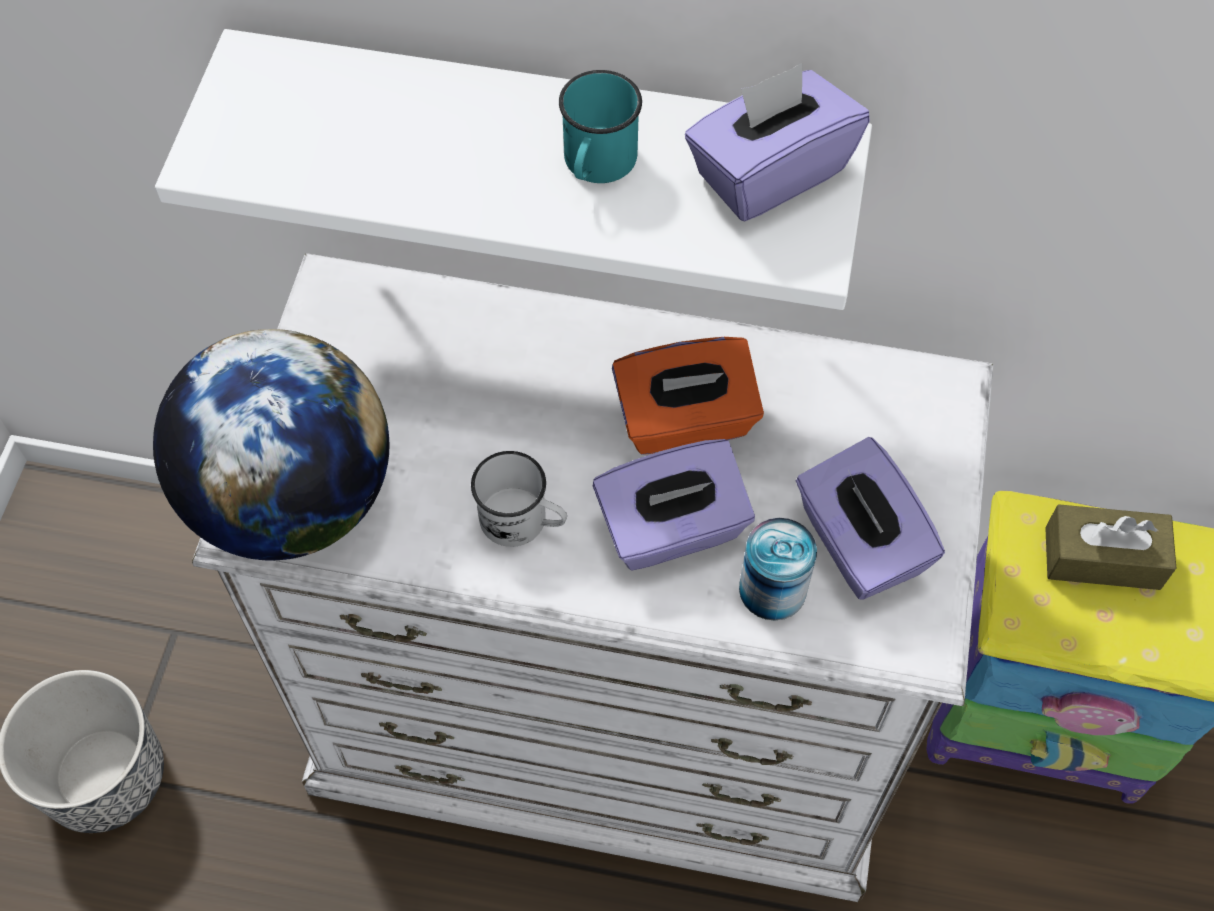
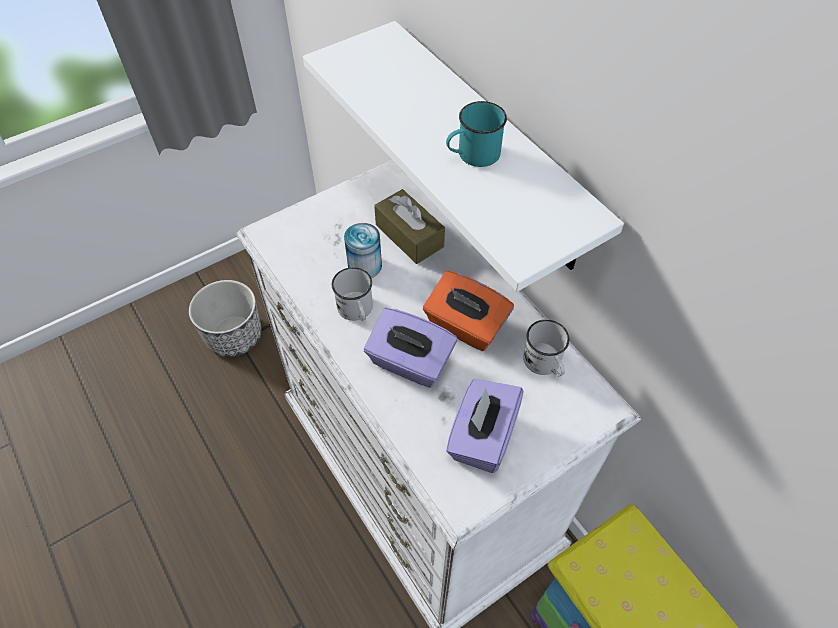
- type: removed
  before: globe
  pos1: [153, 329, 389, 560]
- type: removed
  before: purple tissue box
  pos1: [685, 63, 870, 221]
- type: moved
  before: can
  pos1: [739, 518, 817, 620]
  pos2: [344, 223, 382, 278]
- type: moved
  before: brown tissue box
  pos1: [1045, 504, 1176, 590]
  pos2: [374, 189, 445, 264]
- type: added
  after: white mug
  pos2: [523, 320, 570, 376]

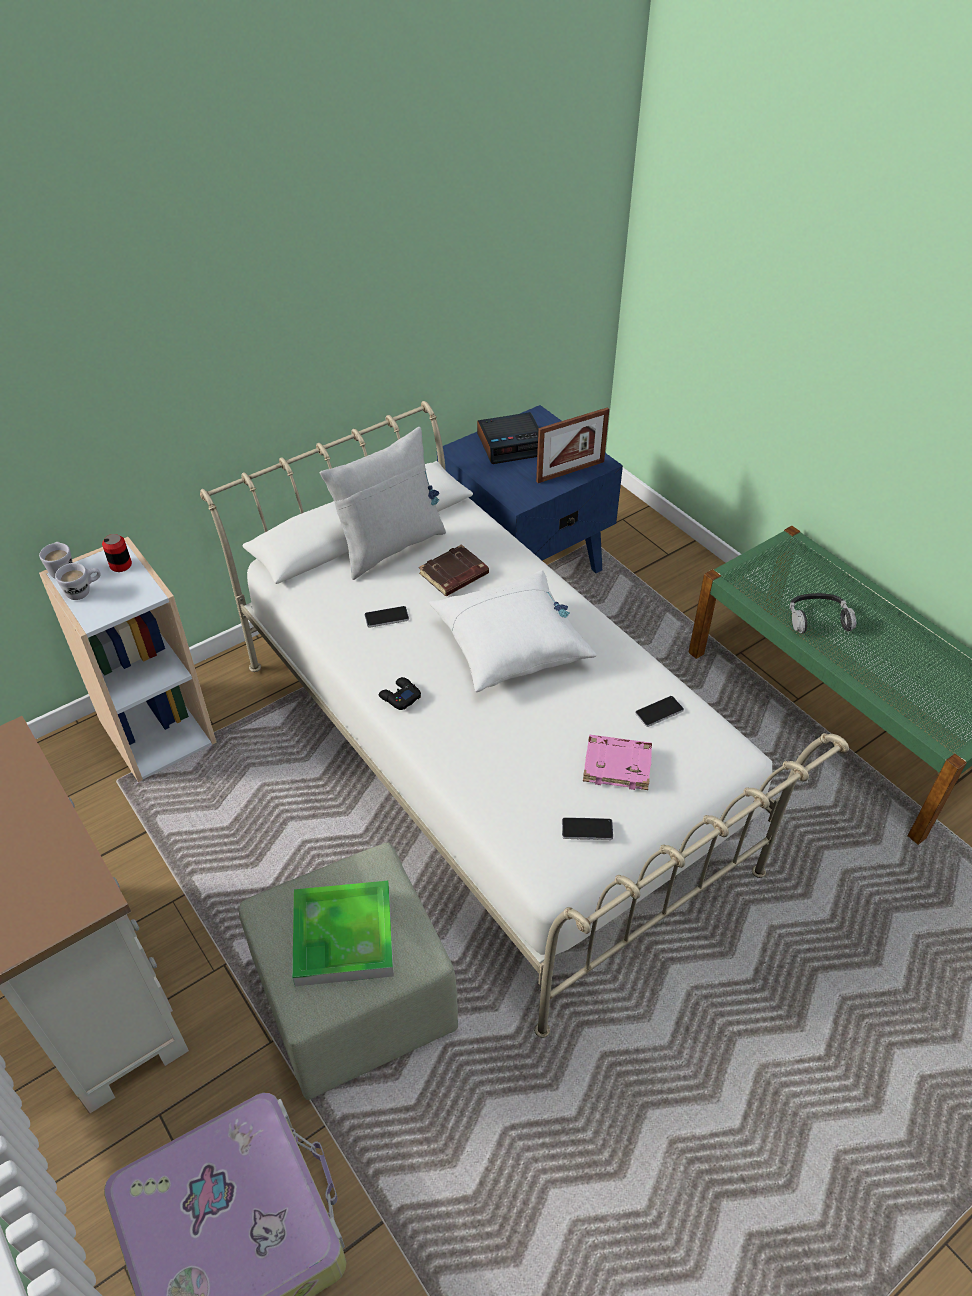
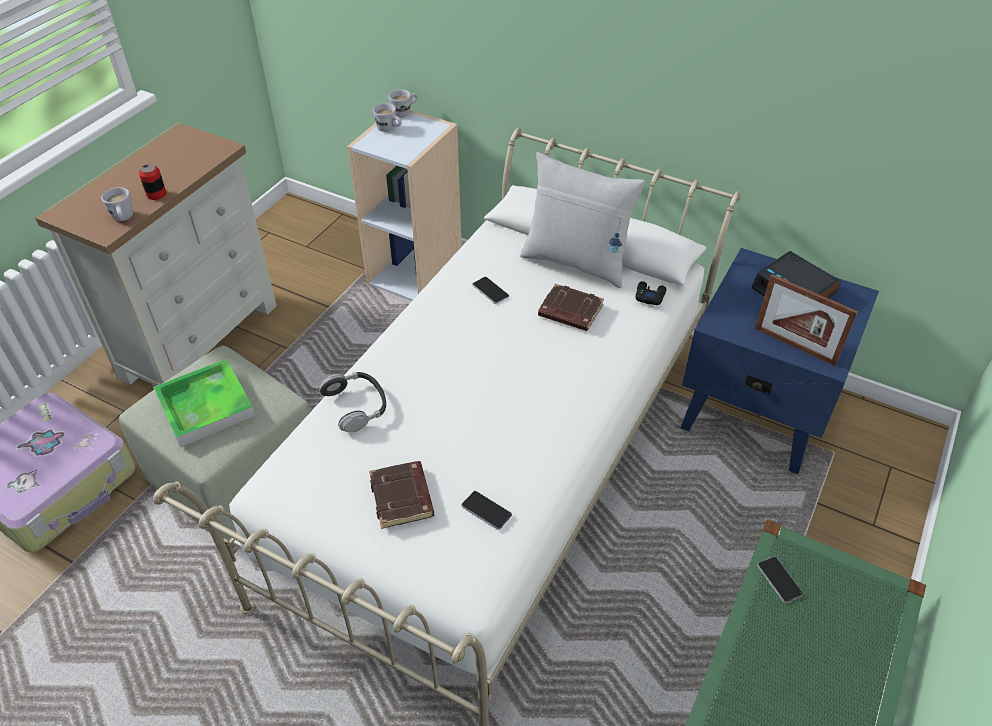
- type: moved
  before: can
  pos1: [102, 534, 132, 572]
  pos2: [139, 164, 166, 200]
- type: moved
  before: black game controller
  pos1: [379, 677, 421, 710]
  pos2: [636, 281, 666, 305]
- type: removed
  before: white pillow
  pos1: [429, 570, 597, 692]
- type: moved
  before: phone
  pos1: [562, 817, 613, 840]
  pos2: [757, 557, 803, 603]
- type: recoloured
  before: pink book
  after: brown book
  pos1: [583, 735, 652, 790]
  pos2: [369, 461, 434, 529]
- type: moved
  before: headphones
  pos1: [790, 593, 856, 633]
  pos2: [319, 372, 387, 432]
- type: added
  after: white mug
  pos2: [101, 187, 133, 221]

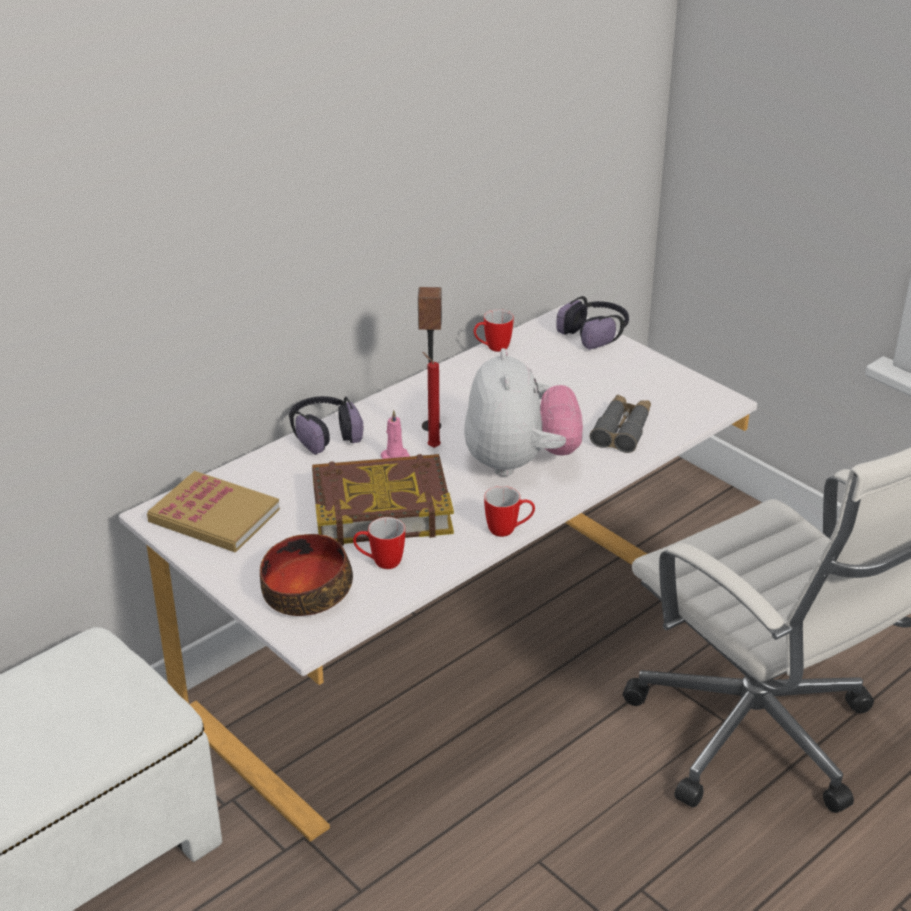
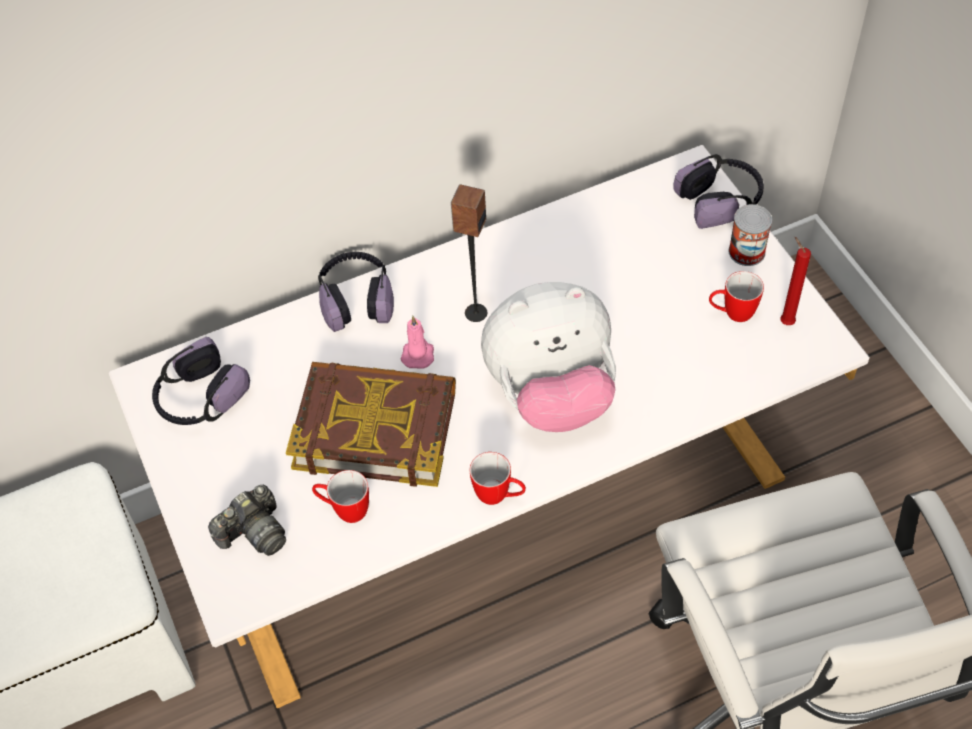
- type: replaced
  before: book
  after: headphones
  pos1: [147, 471, 280, 553]
  pos2: [152, 337, 250, 425]
- type: replaced
  before: bowl
  after: photo camera
  pos1: [260, 534, 353, 616]
  pos2: [208, 485, 286, 556]
- type: moved
  before: red candle
  pos1: [422, 352, 441, 448]
  pos2: [780, 237, 811, 325]
- type: turned
  before: plush toy
  pos1: [464, 348, 583, 476]
  pos2: [481, 282, 616, 432]
  turn: 60
- type: moved
  before: mug
  pos1: [474, 309, 514, 352]
  pos2: [709, 271, 764, 322]
- type: removed
  before: grey binoculars
  pos1: [590, 394, 651, 453]
- type: added
  after: can
  pos2: [729, 204, 772, 266]

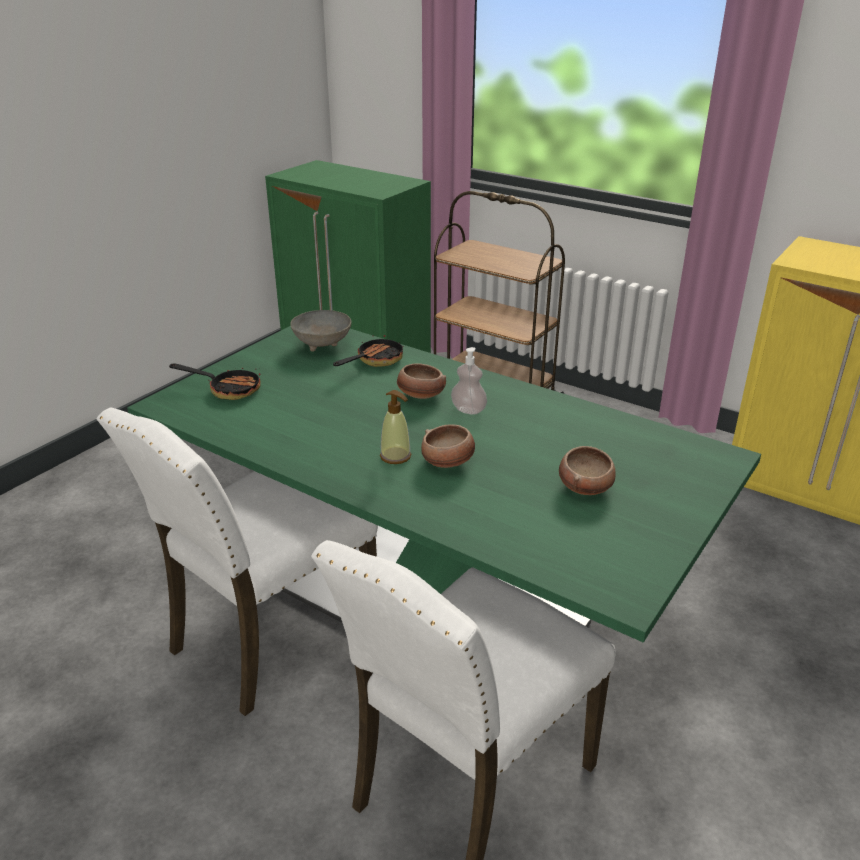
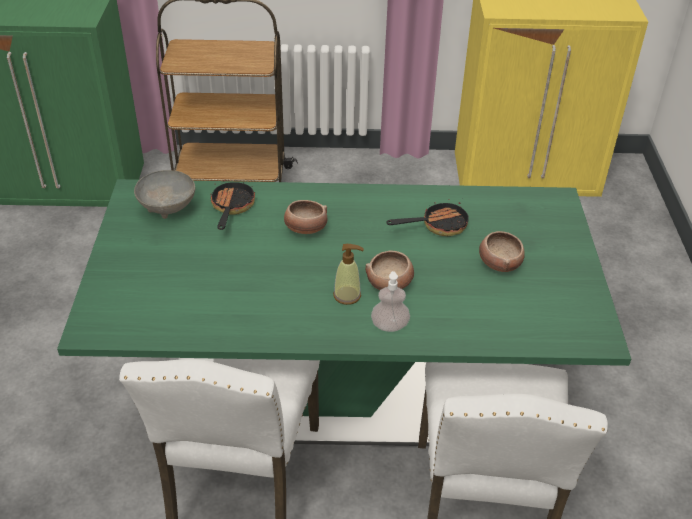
- type: moved
  before: frying pan
  pos1: [169, 363, 261, 400]
  pos2: [386, 199, 469, 236]
- type: moved
  before: soap dispenser
  pos1: [451, 347, 487, 415]
  pos2: [371, 271, 410, 332]

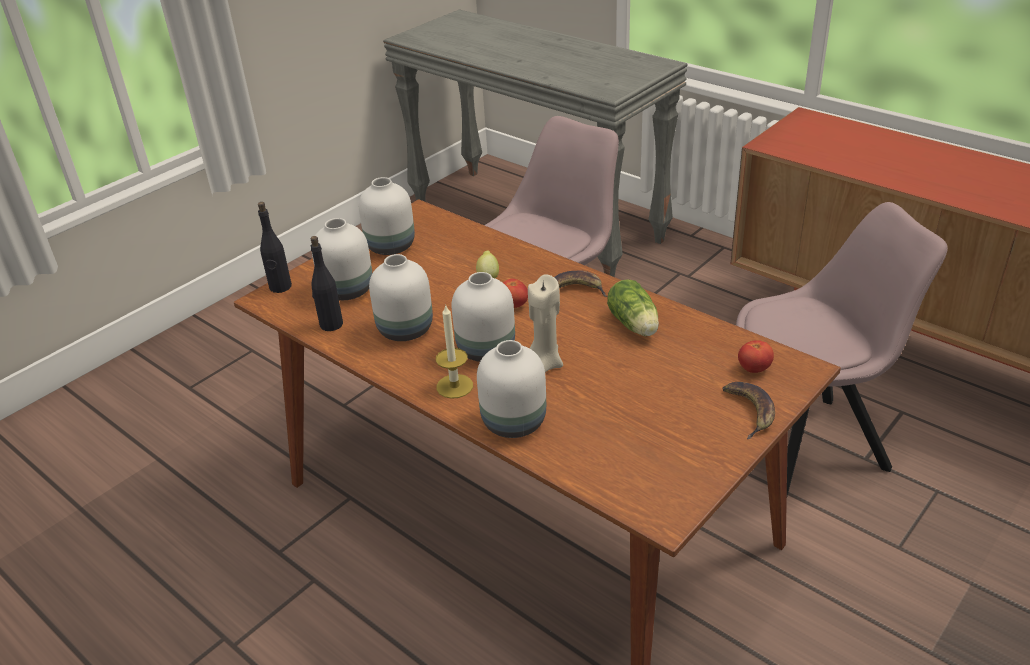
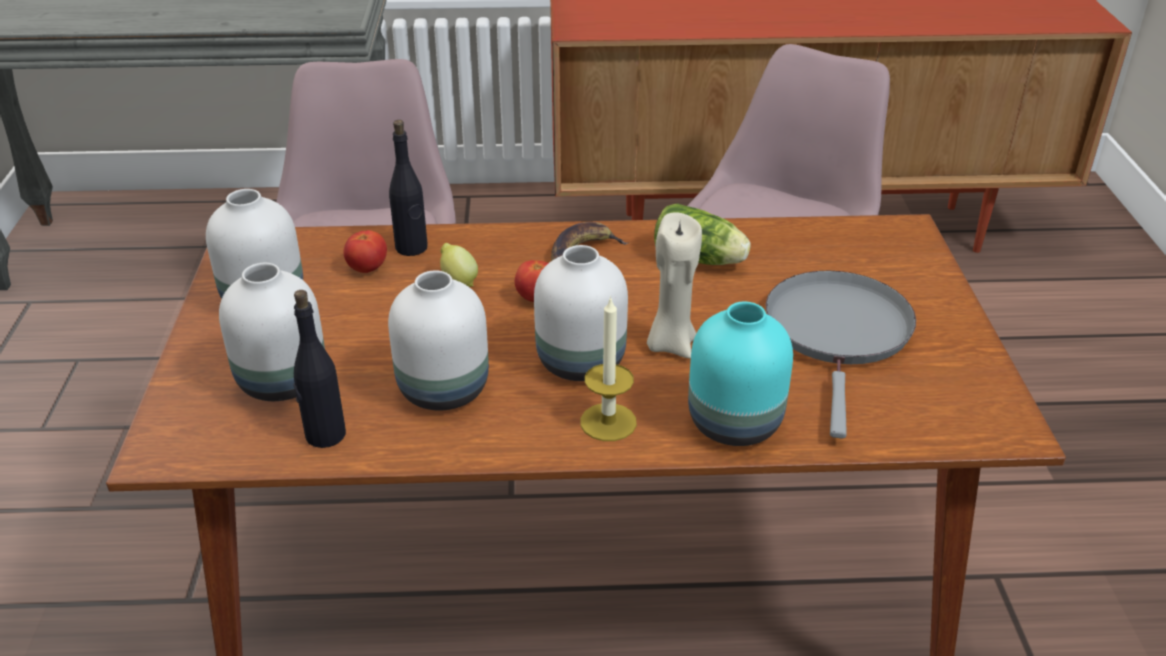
- type: moved
  before: black bottle
  pos1: [258, 202, 292, 293]
  pos2: [389, 120, 428, 256]
- type: recoloured
  before: white vase
  after: turquoise vase
  pos1: [477, 340, 546, 438]
  pos2: [688, 302, 793, 446]
- type: removed
  before: banana
  pos1: [722, 382, 775, 439]
- type: moved
  before: tomato
  pos1: [738, 340, 774, 373]
  pos2: [343, 230, 387, 273]
- type: added
  after: grey frying pan
  pos2: [766, 271, 916, 438]

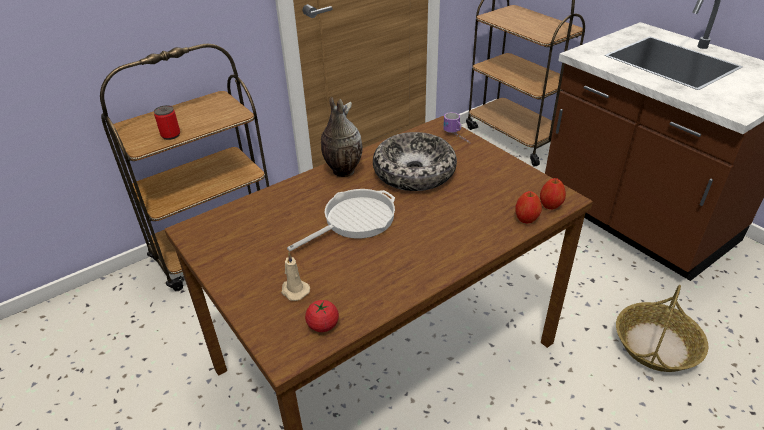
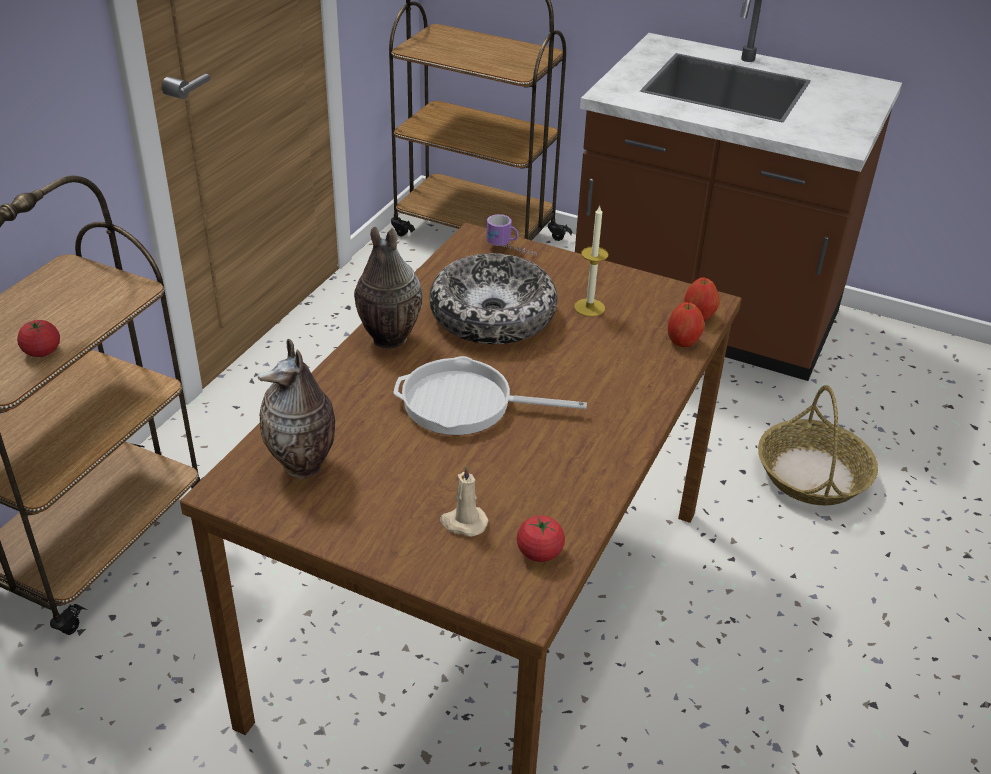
- type: replaced
  before: can
  after: tomato
  pos1: [154, 105, 180, 140]
  pos2: [17, 320, 60, 357]
- type: turned
  before: frying pan
  pos1: [287, 189, 395, 251]
  pos2: [393, 356, 587, 435]
  turn: -105
- type: added
  after: vase
  pos2: [257, 339, 335, 479]
- type: added
  after: candle
  pos2: [574, 205, 609, 317]

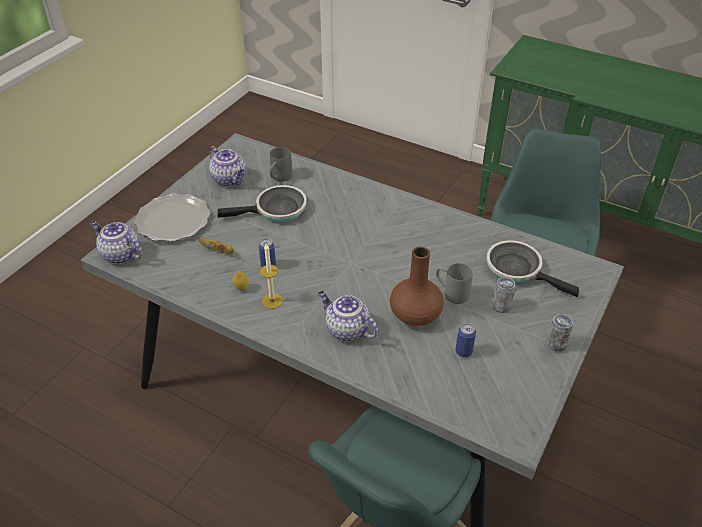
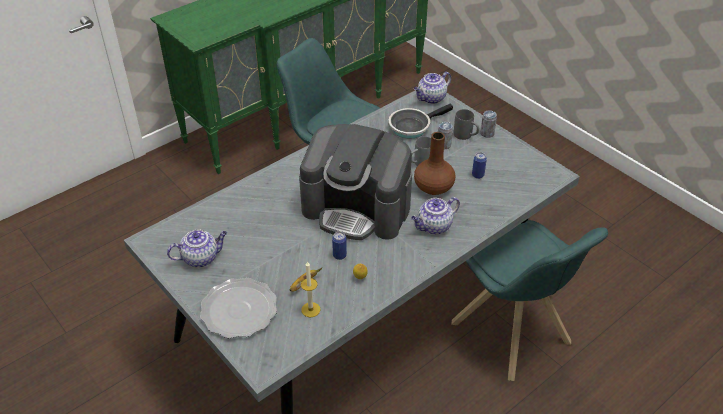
- type: moved
  before: teapot
  pos1: [90, 221, 143, 264]
  pos2: [414, 72, 451, 104]
- type: removed
  before: frying pan
  pos1: [217, 185, 307, 223]
- type: moved
  before: candle
  pos1: [260, 244, 283, 309]
  pos2: [301, 261, 320, 317]
- type: moved
  before: grey mug
  pos1: [270, 147, 292, 182]
  pos2: [454, 109, 479, 140]
- type: added
  after: coffee machine
  pos2: [299, 124, 412, 240]

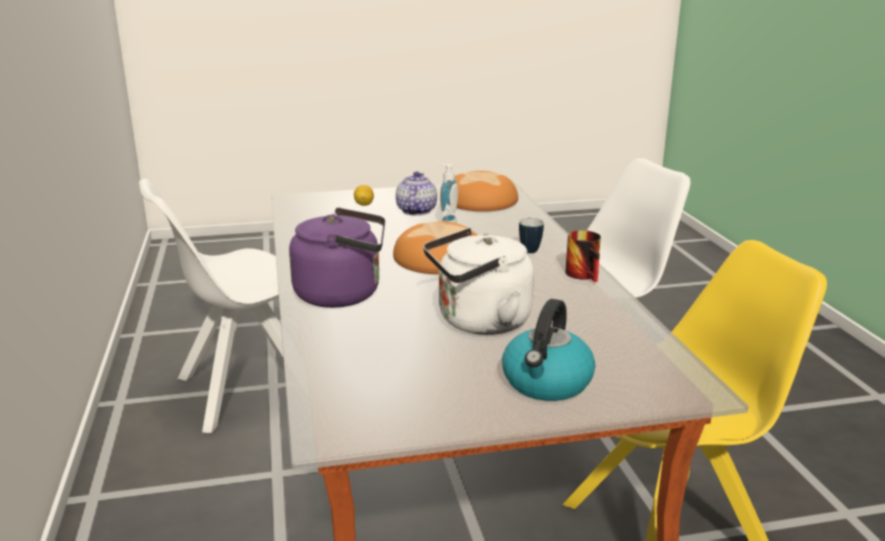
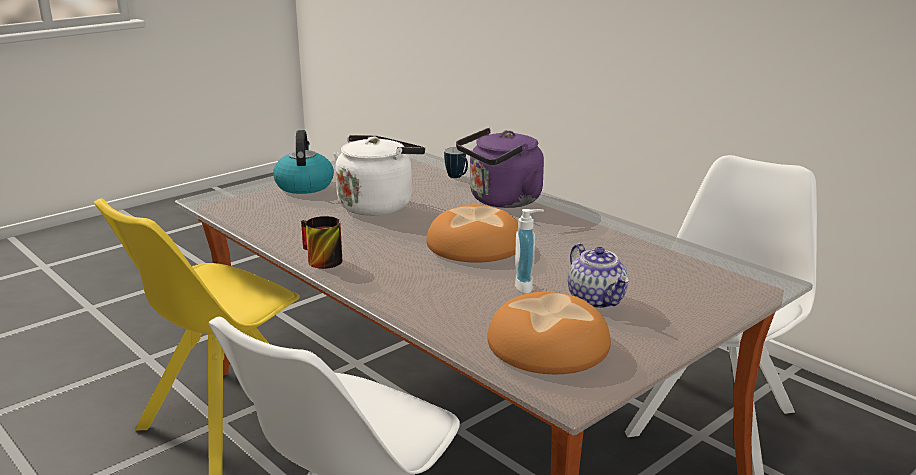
- type: removed
  before: lemon
  pos1: [354, 185, 374, 206]
- type: moved
  before: mug
  pos1: [519, 218, 544, 253]
  pos2: [444, 147, 468, 178]

